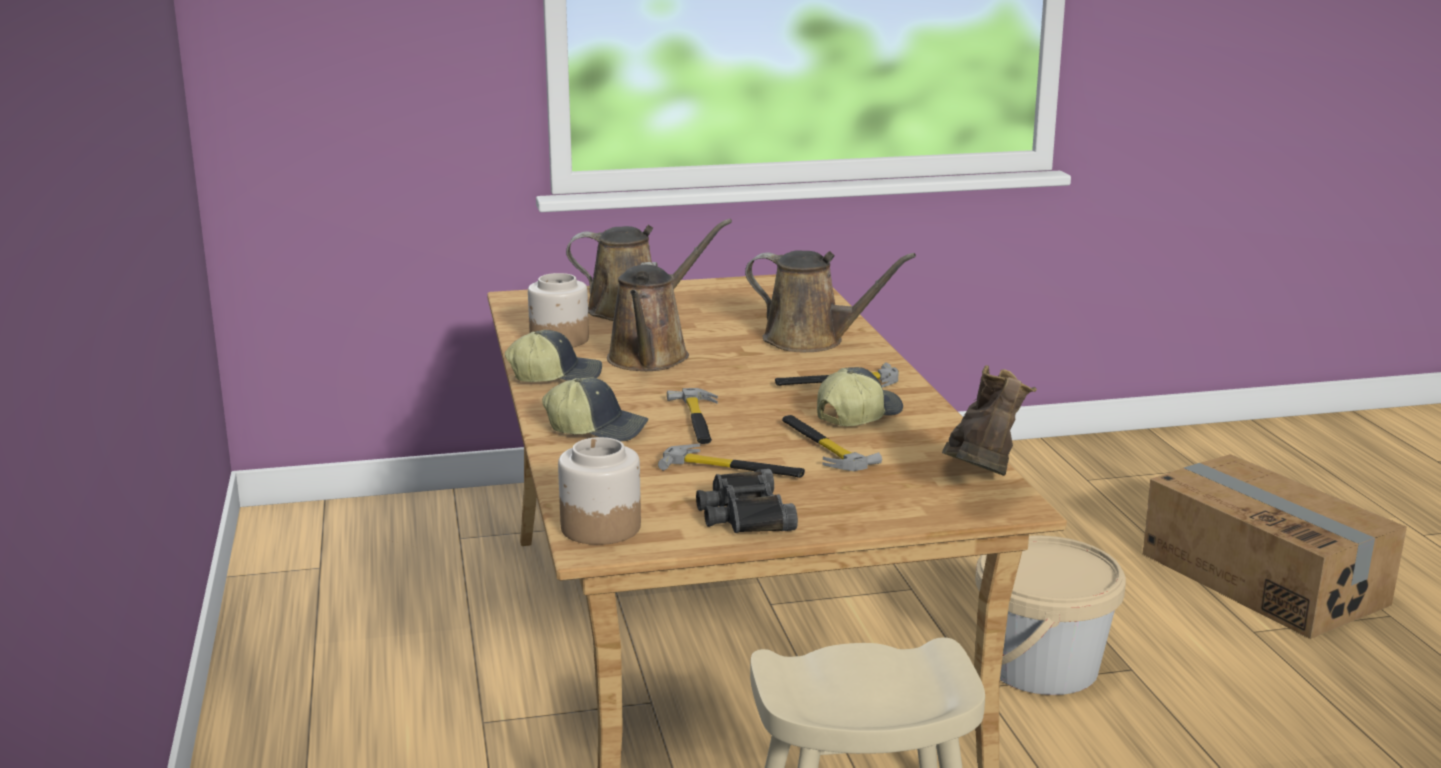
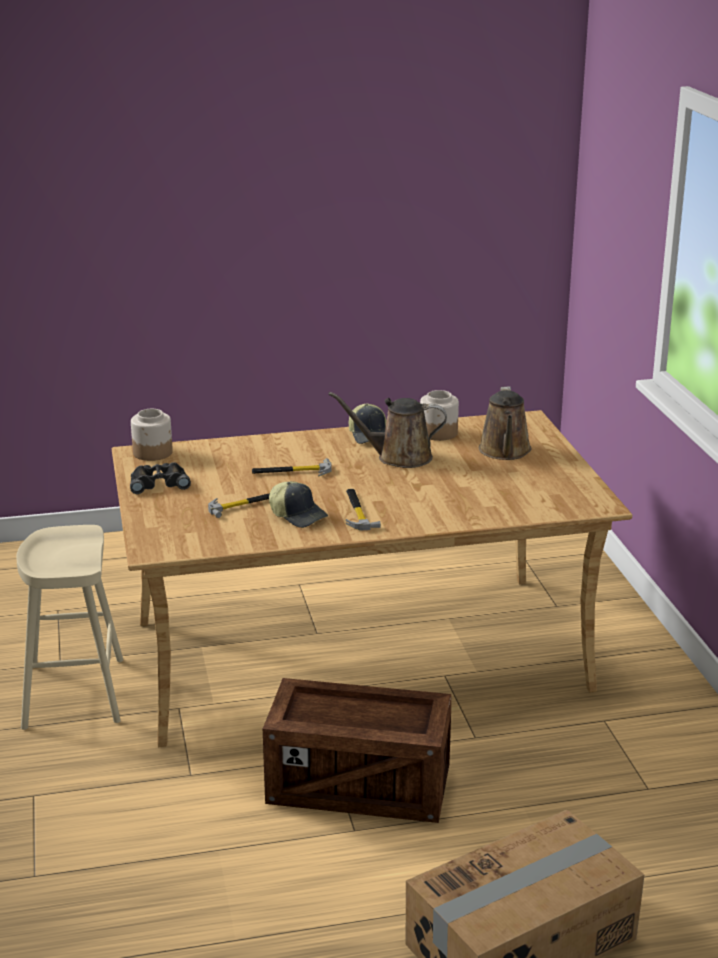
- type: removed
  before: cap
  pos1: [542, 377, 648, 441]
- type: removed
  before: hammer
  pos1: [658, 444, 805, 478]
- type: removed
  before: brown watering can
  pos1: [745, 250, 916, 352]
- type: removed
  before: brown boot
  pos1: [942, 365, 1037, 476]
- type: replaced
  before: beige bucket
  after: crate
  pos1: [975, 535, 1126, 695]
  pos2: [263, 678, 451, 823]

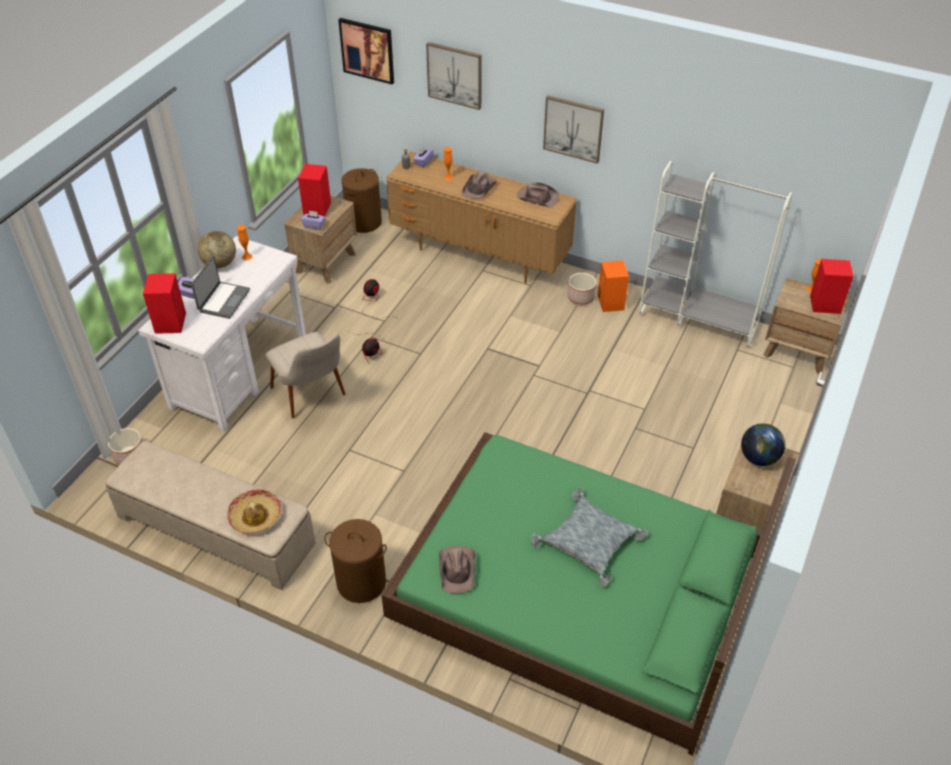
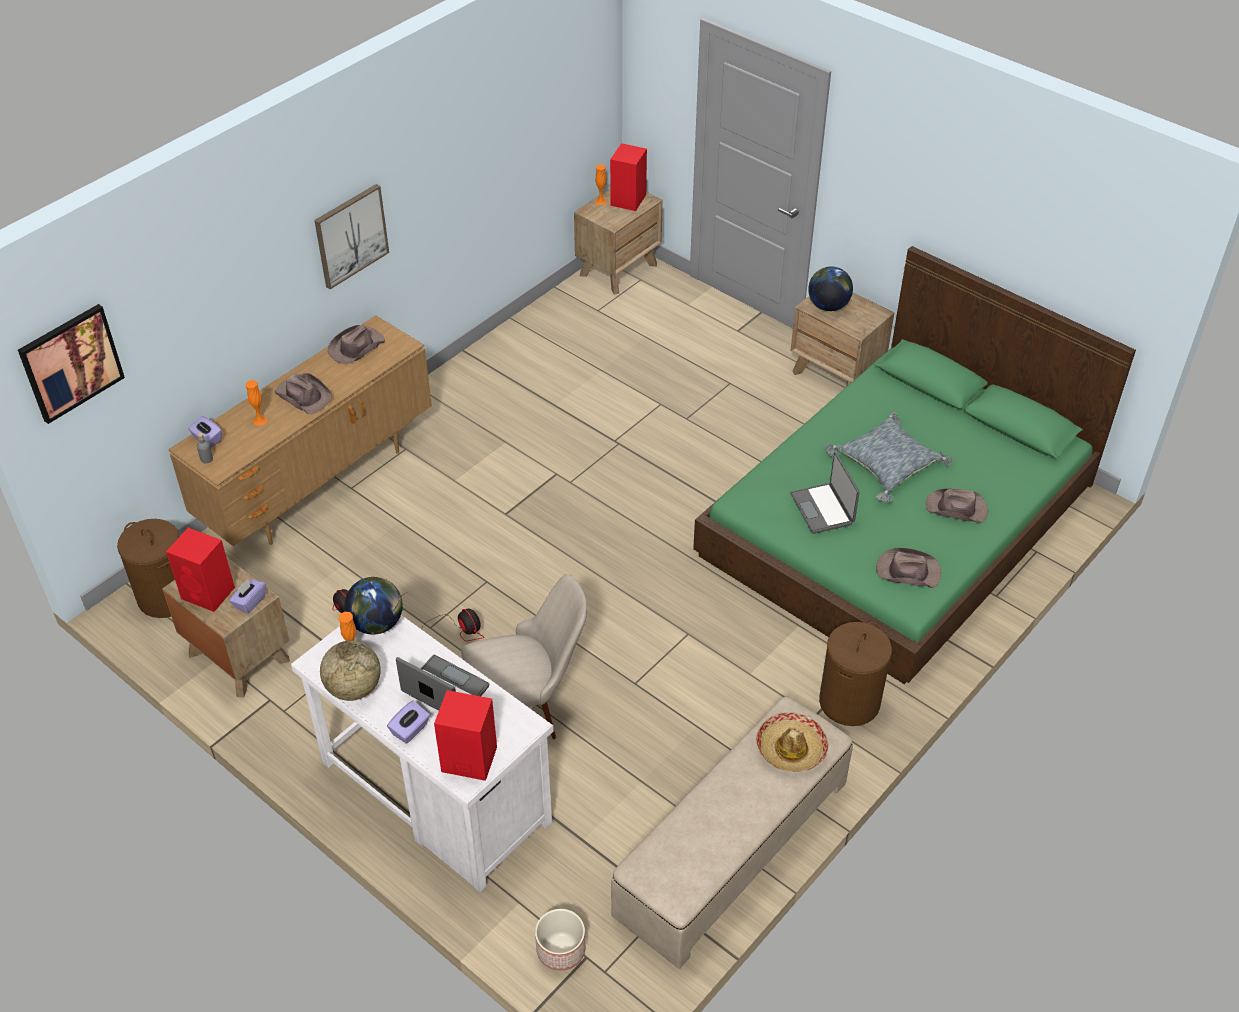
- type: removed
  before: picture
  pos1: [426, 42, 482, 110]
- type: removed
  before: planter
  pos1: [568, 273, 596, 305]
- type: removed
  before: orange speaker
  pos1: [598, 260, 629, 312]
- type: removed
  before: grey clothes rack
  pos1: [639, 161, 792, 347]
- type: added
  after: globe
  pos2: [344, 577, 403, 635]
- type: added
  after: laptop
  pos2: [790, 452, 860, 534]
- type: added
  after: brown hat
  pos2: [926, 488, 988, 523]

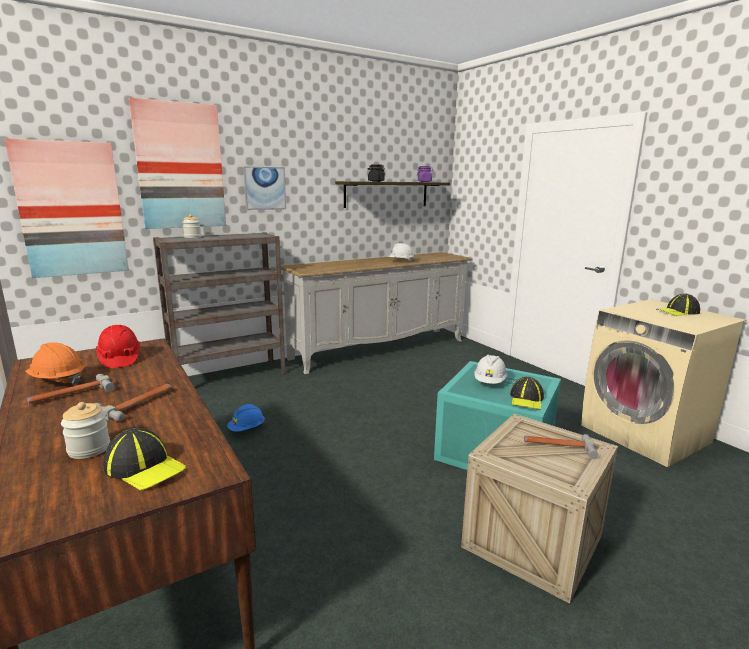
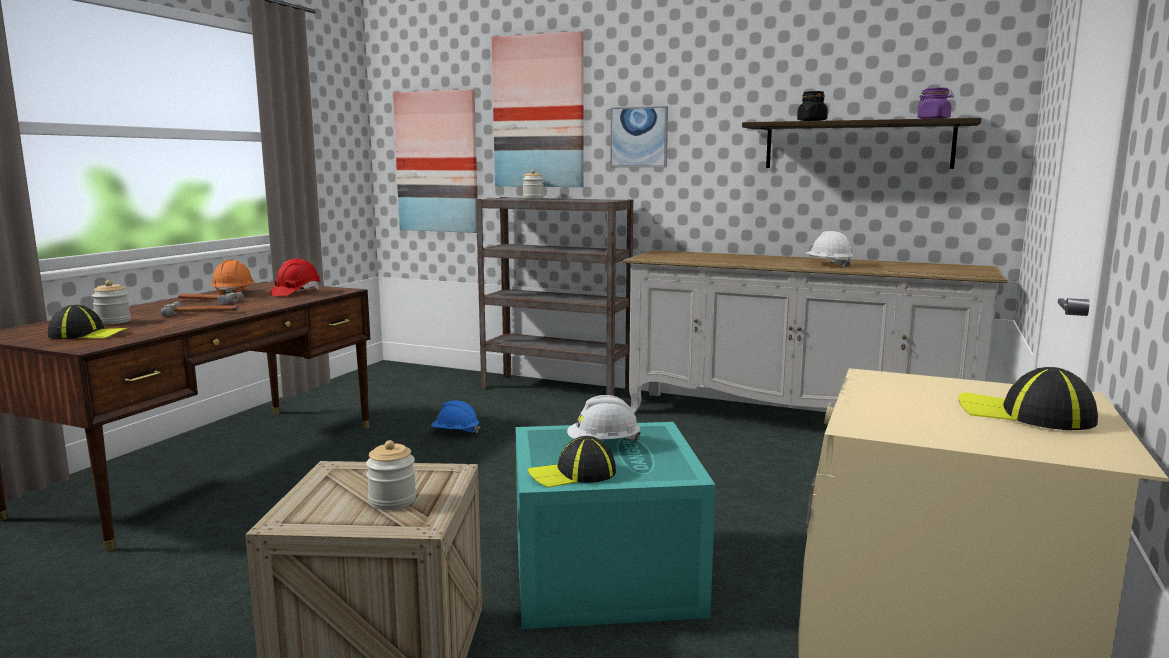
- type: turned
  before: cap
  pos1: [103, 428, 186, 491]
  pos2: [48, 305, 129, 339]
  turn: -90
- type: replaced
  before: hammer
  after: jar
  pos1: [524, 434, 598, 459]
  pos2: [366, 440, 416, 510]

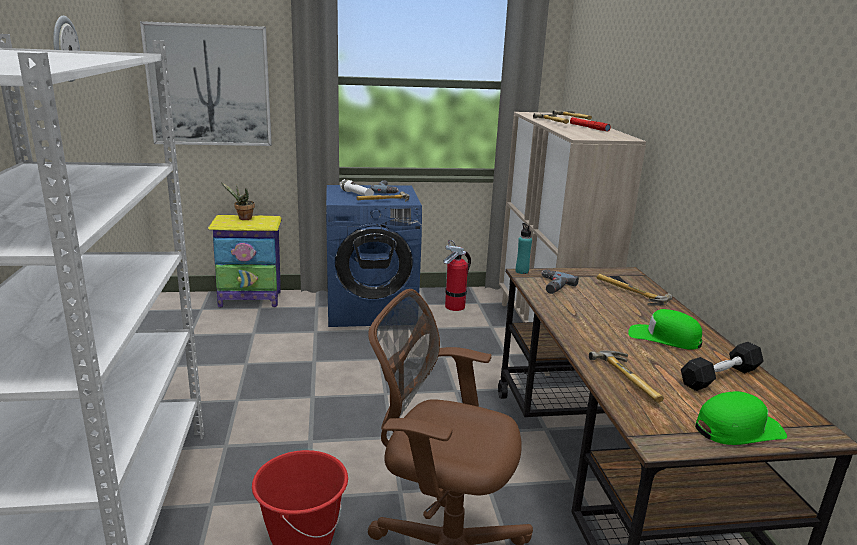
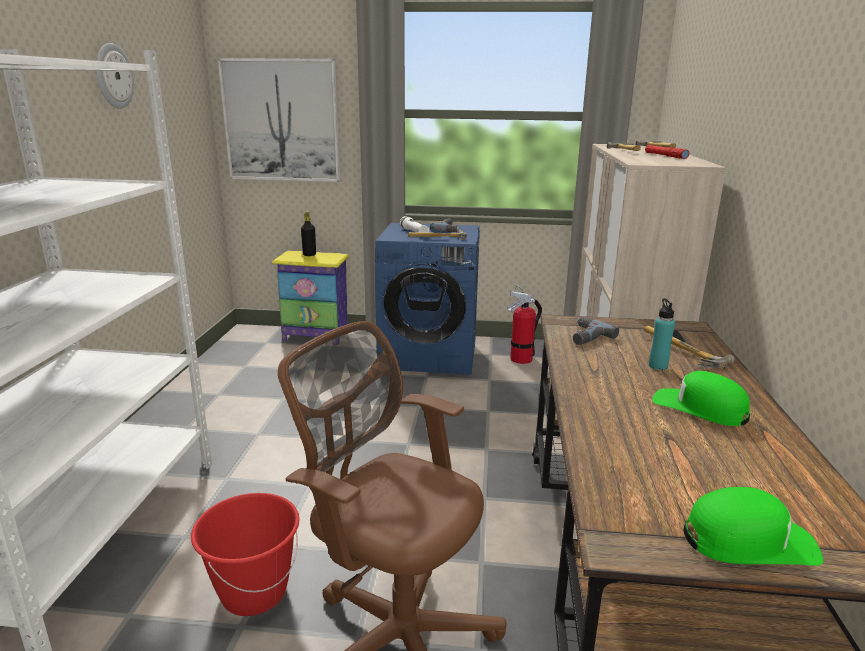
- type: replaced
  before: potted plant
  after: black bottle
  pos1: [221, 183, 255, 220]
  pos2: [301, 211, 316, 256]
- type: moved
  before: turquoise bottle
  pos1: [516, 223, 532, 274]
  pos2: [649, 298, 675, 370]
- type: removed
  before: hammer
  pos1: [589, 350, 664, 403]
- type: removed
  before: black dumbbell
  pos1: [681, 342, 764, 391]

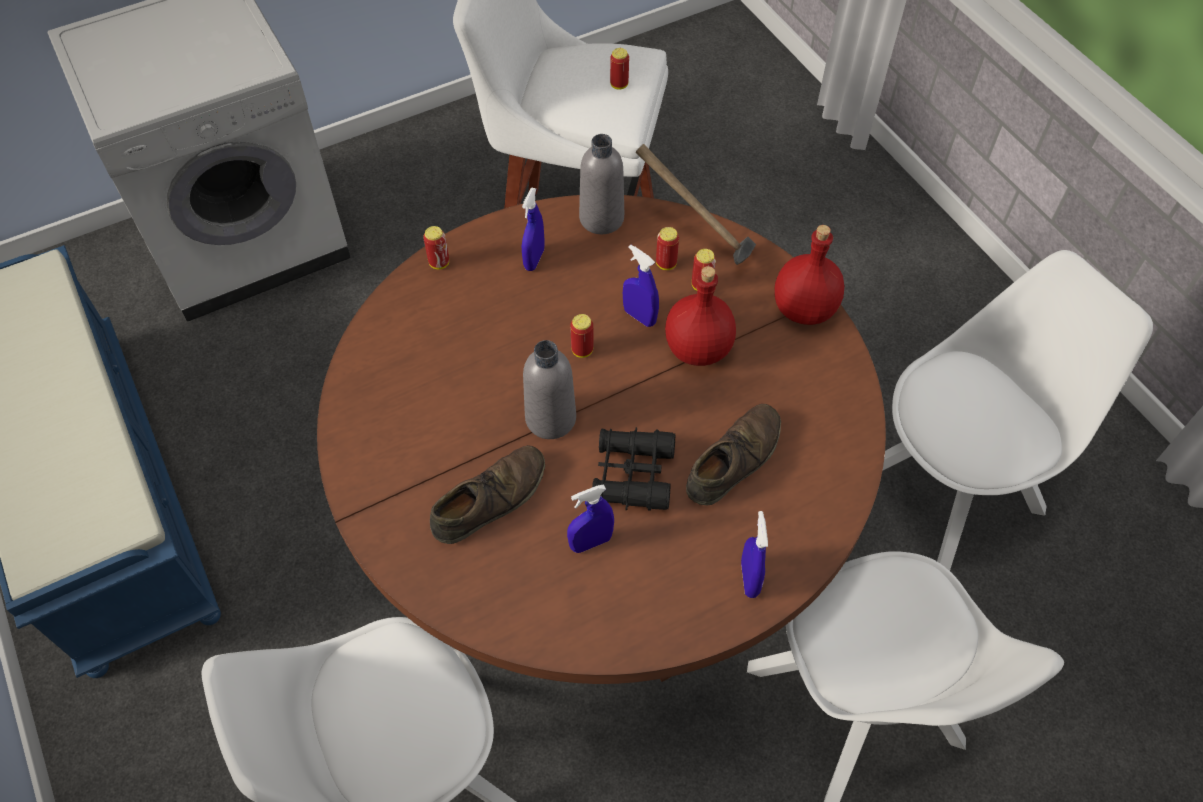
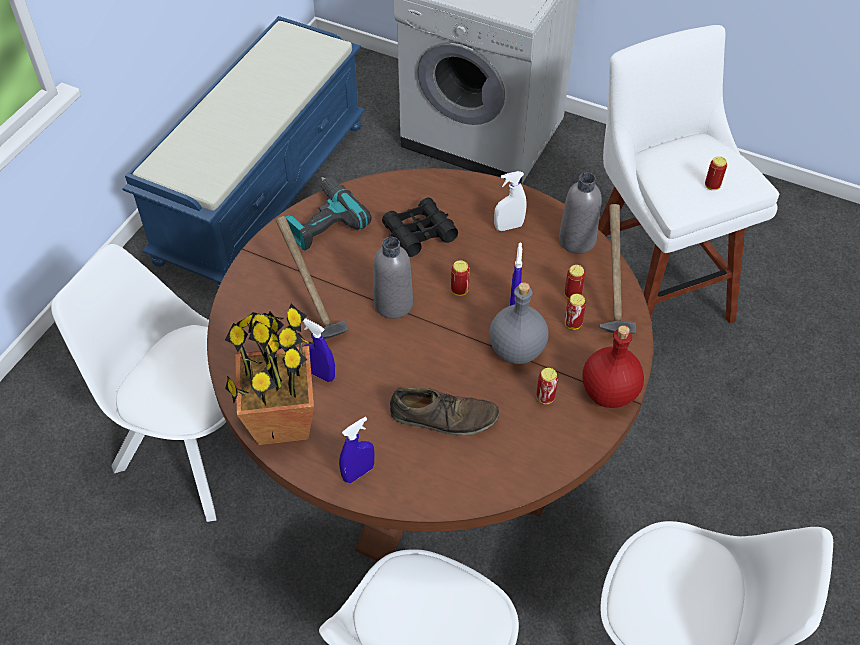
- type: moved
  before: can
  pos1: [423, 226, 449, 269]
  pos2: [536, 368, 558, 404]
- type: replaced
  before: brown shoe
  after: hammer
  pos1: [430, 445, 545, 544]
  pos2: [276, 216, 349, 339]
- type: recoloured
  before: blue spray bottle
  after: white spray bottle
  pos1: [522, 188, 545, 271]
  pos2: [494, 171, 527, 231]
- type: moved
  before: black binoculars
  pos1: [592, 427, 675, 511]
  pos2: [382, 197, 458, 257]
- type: recoloured
  before: red bottle
  after: grey bottle
  pos1: [665, 266, 736, 366]
  pos2: [489, 282, 549, 364]
- type: added
  after: potted plant
  pos2: [225, 304, 314, 445]
- type: added
  after: power drill
  pos2: [285, 177, 372, 251]

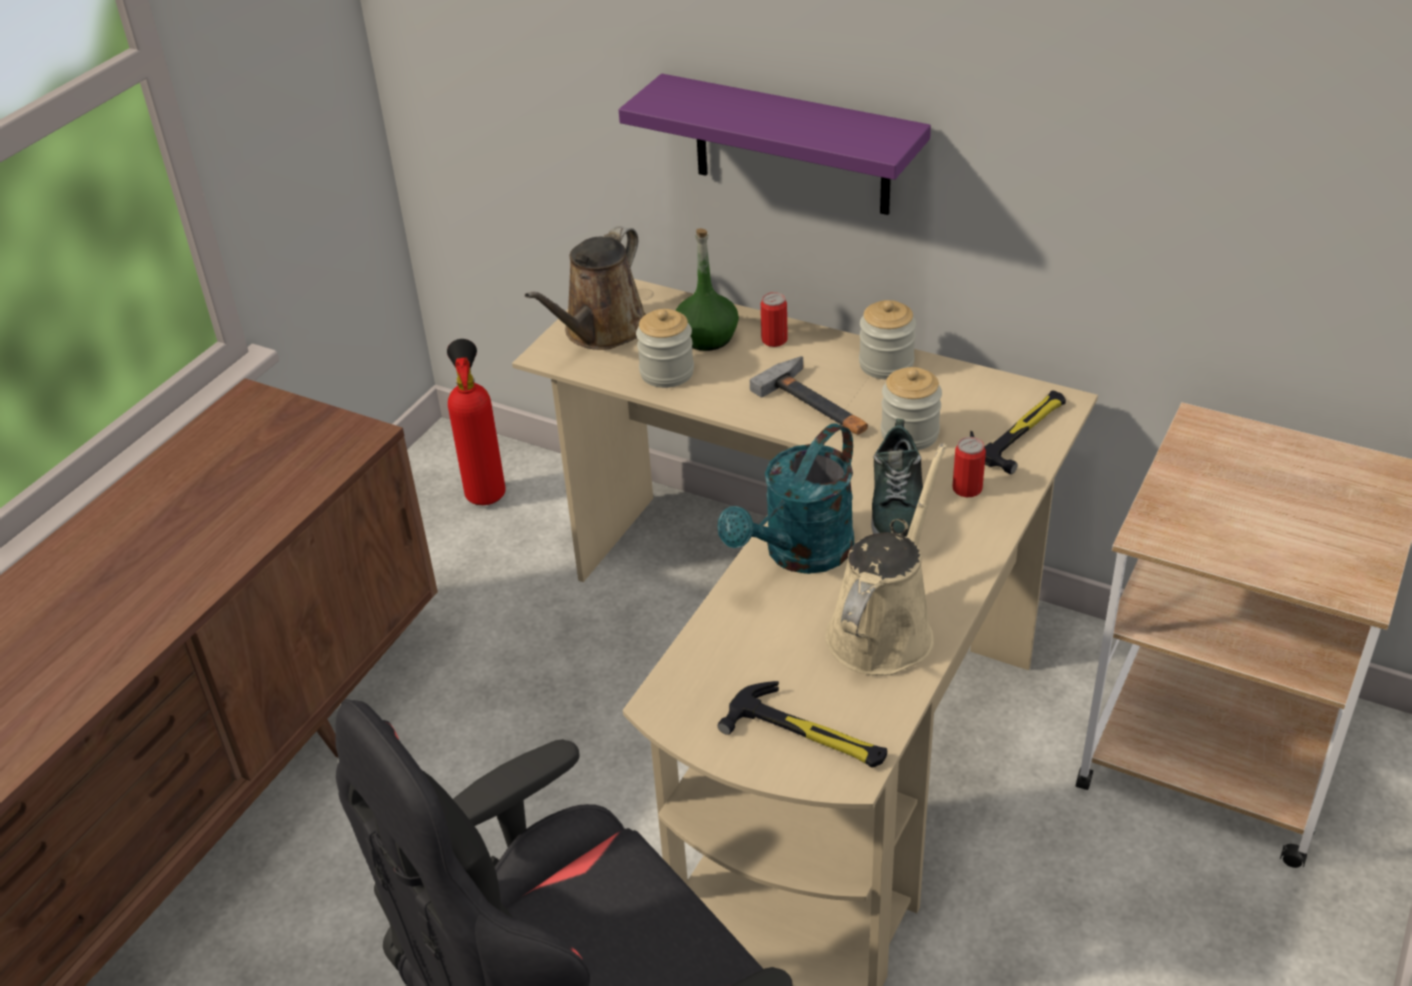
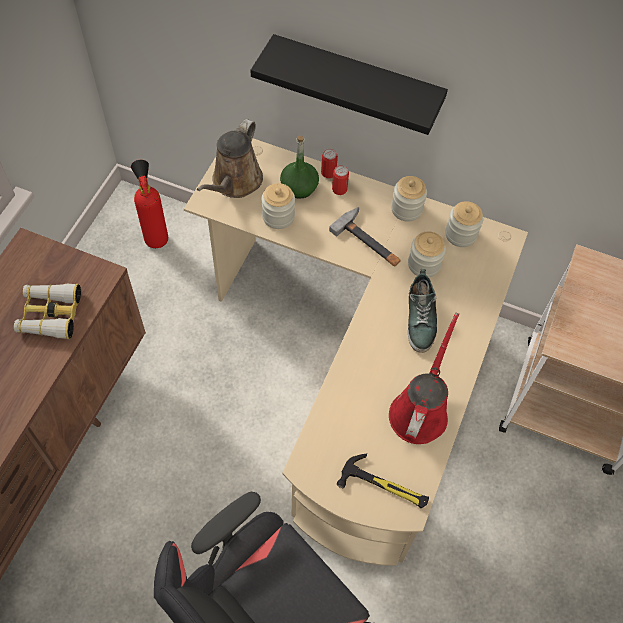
- type: recoloured
  before: purple shelf
  after: black shelf
  pos1: [619, 74, 931, 215]
  pos2: [250, 34, 448, 135]
- type: removed
  before: turquoise watering can
  pos1: [717, 423, 854, 574]
- type: recoloured
  before: beige watering can
  after: red watering can
  pos1: [825, 443, 947, 676]
  pos2: [389, 312, 459, 444]
- type: moved
  before: can
  pos1: [952, 437, 986, 497]
  pos2: [321, 149, 338, 178]
- type: removed
  before: hammer
  pos1: [970, 390, 1066, 474]
- type: added
  after: binoculars
  pos2: [14, 284, 81, 339]
- type: added
  after: jar
  pos2: [445, 201, 483, 247]

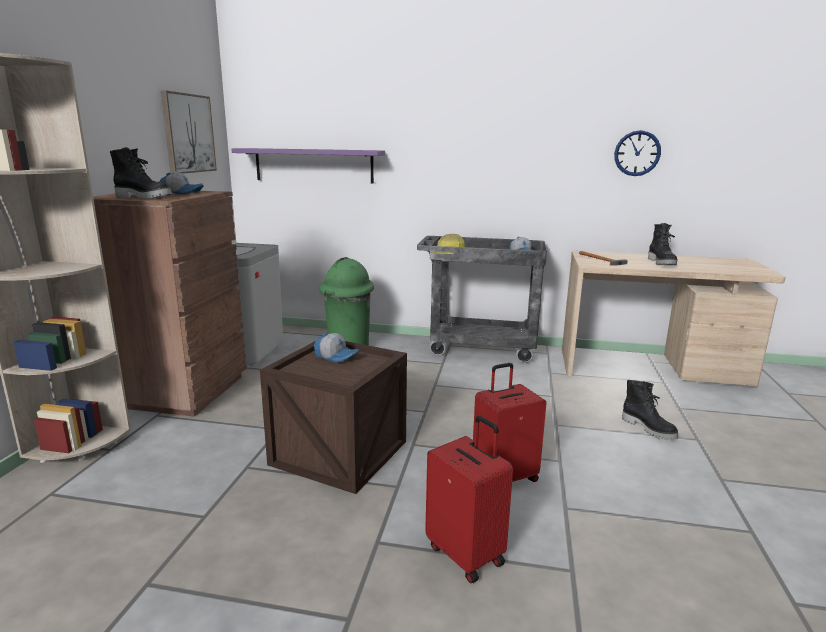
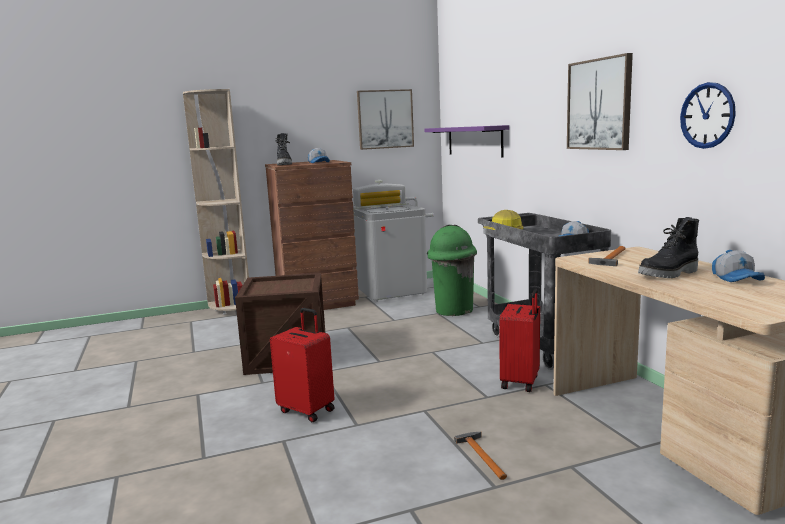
- type: moved
  before: cap
  pos1: [314, 333, 360, 363]
  pos2: [712, 250, 765, 282]
- type: moved
  before: red suitcase
  pos1: [425, 416, 513, 583]
  pos2: [499, 289, 540, 392]
- type: replaced
  before: black boot
  after: hammer
  pos1: [622, 380, 678, 440]
  pos2: [454, 432, 507, 480]
- type: added
  after: picture
  pos2: [567, 53, 633, 150]

